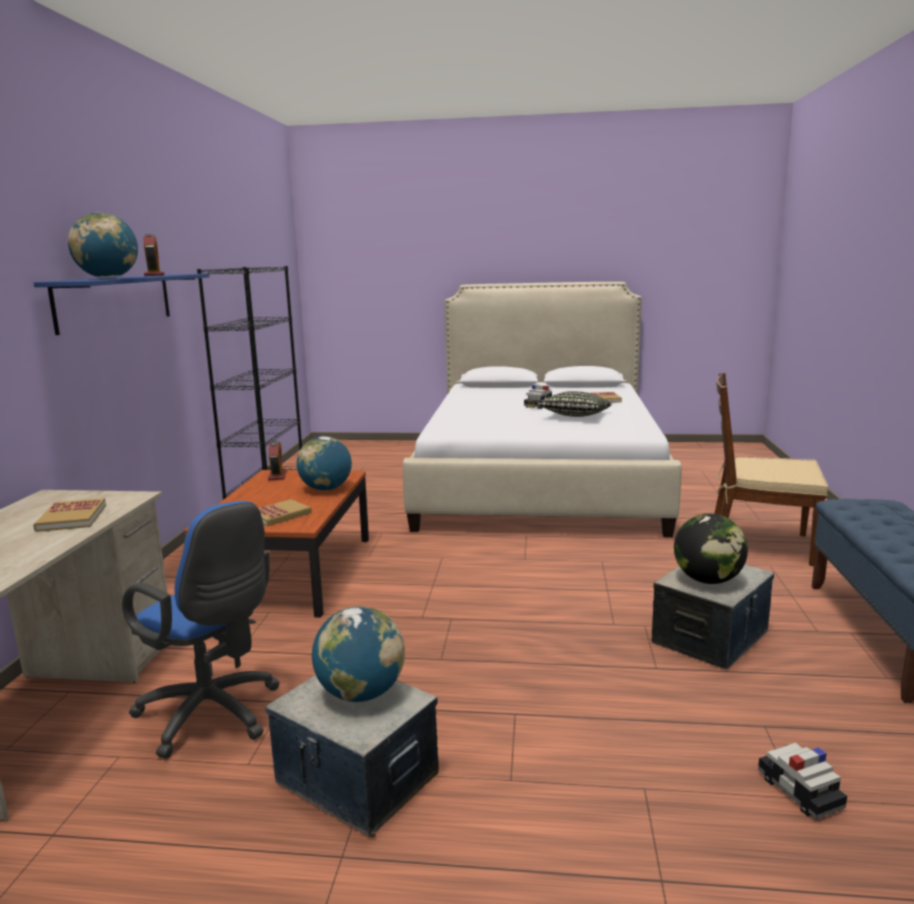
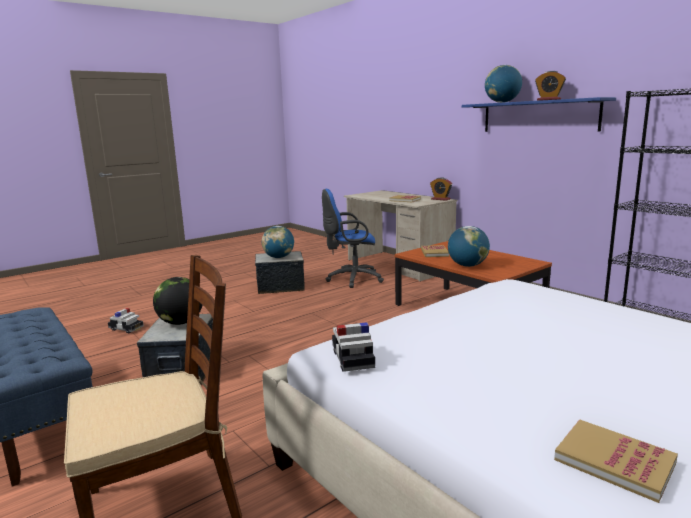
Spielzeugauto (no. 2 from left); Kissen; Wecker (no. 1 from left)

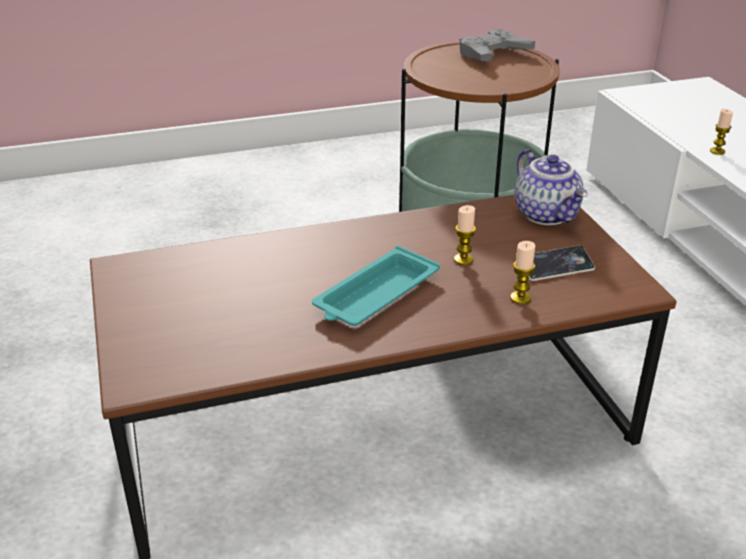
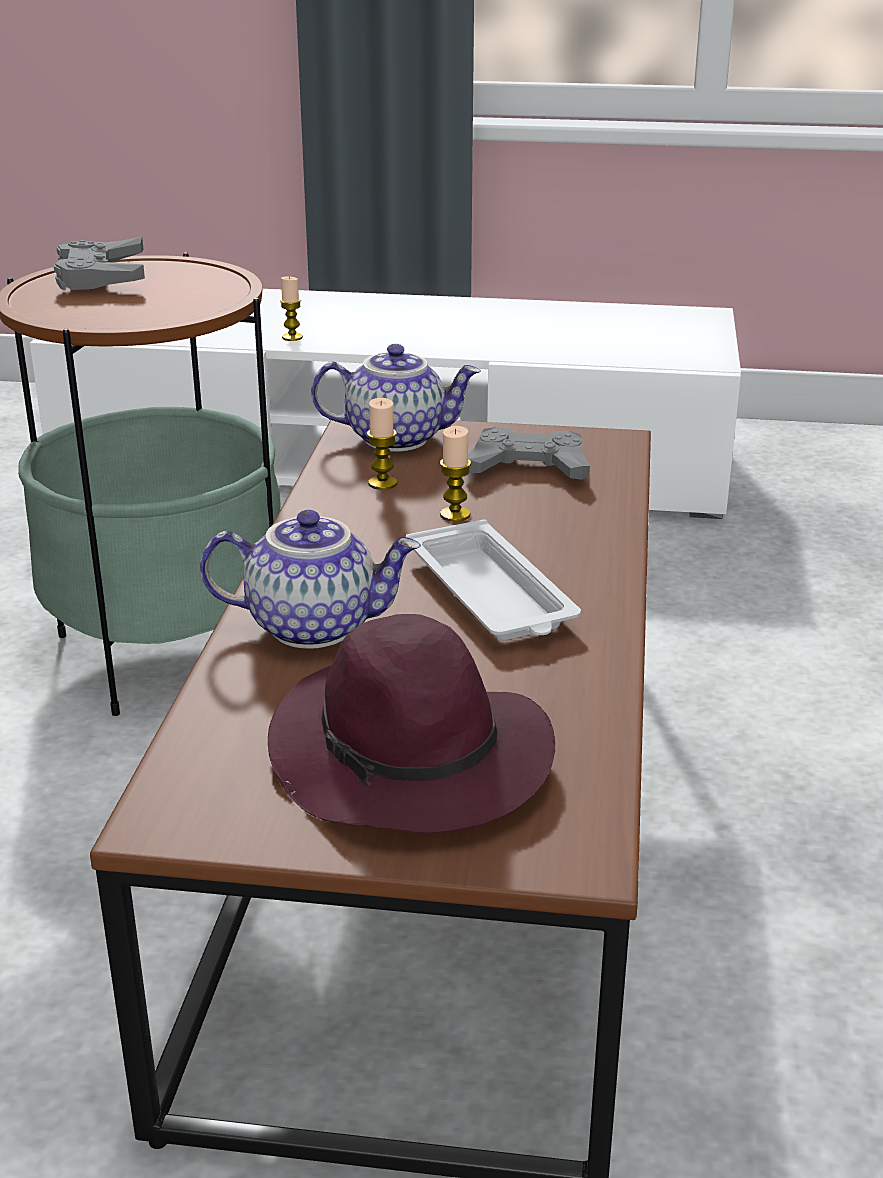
Kerze (no. 2 from left); Gamepad/grau (no. 2 from left); Tablett/weiß; Teekanne (no. 1 from left); Hut/lila

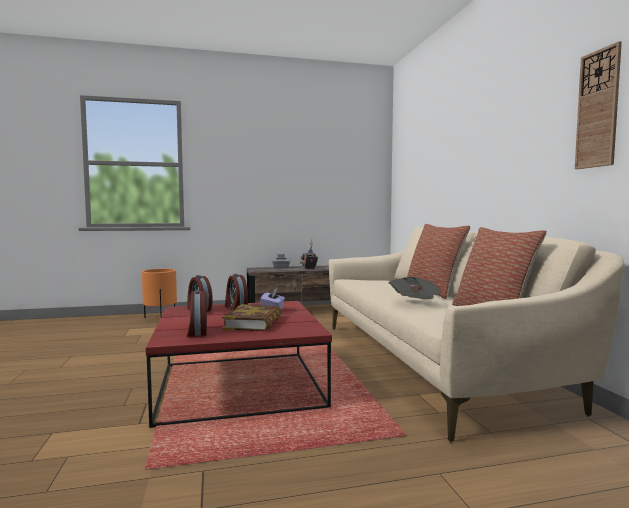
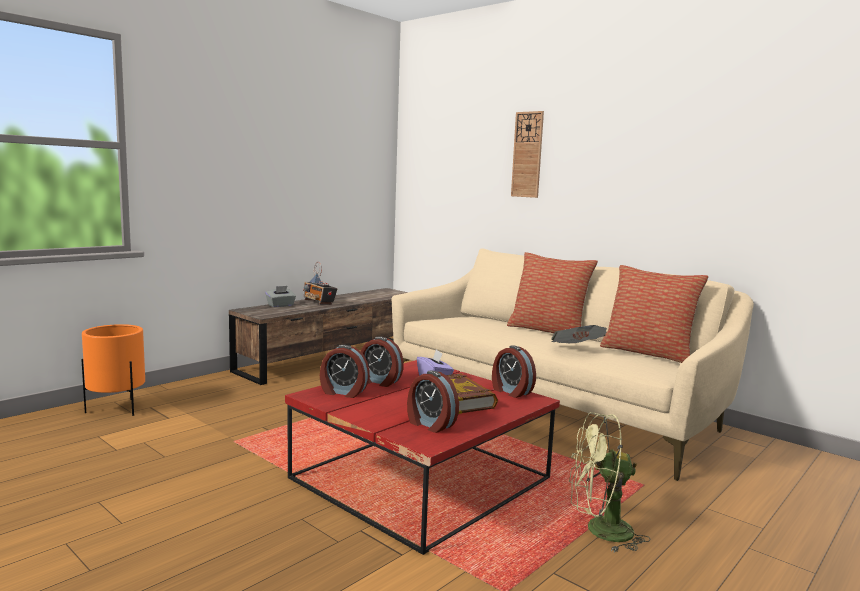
Wanduhr; Wecker (no. 4 from left); Ventilator/grün

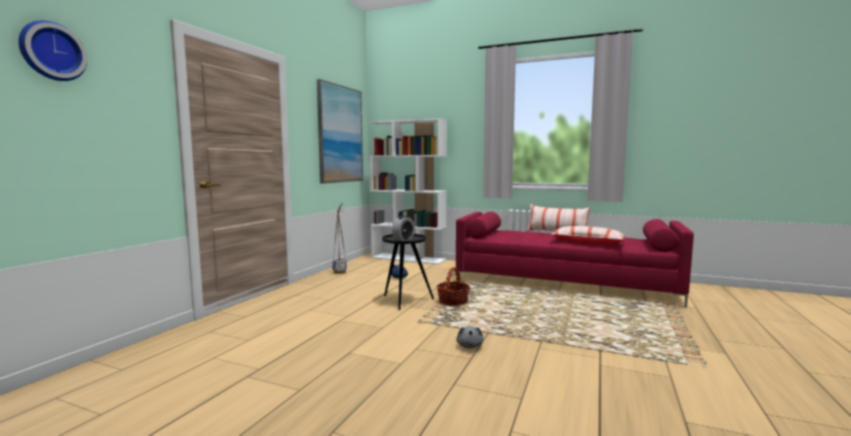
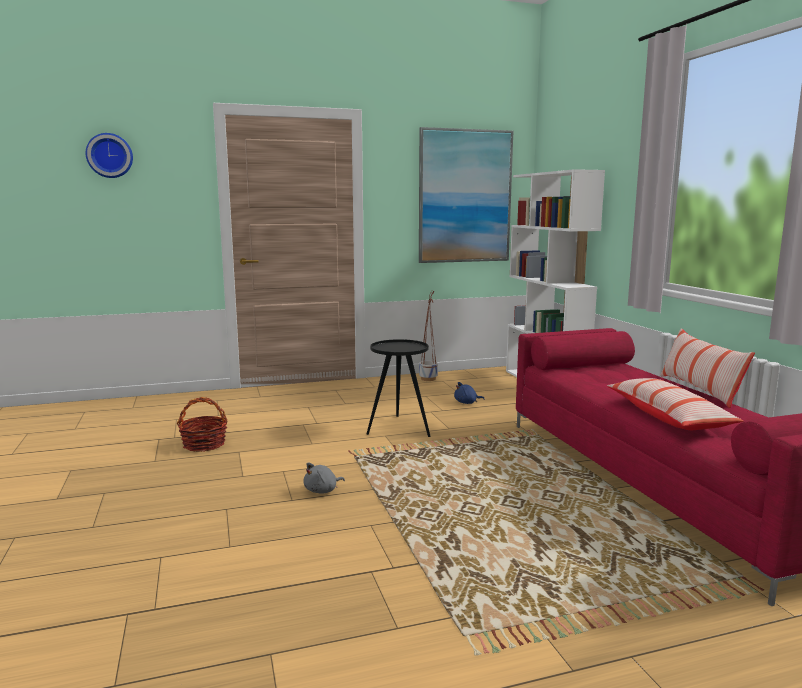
Wecker; Korb

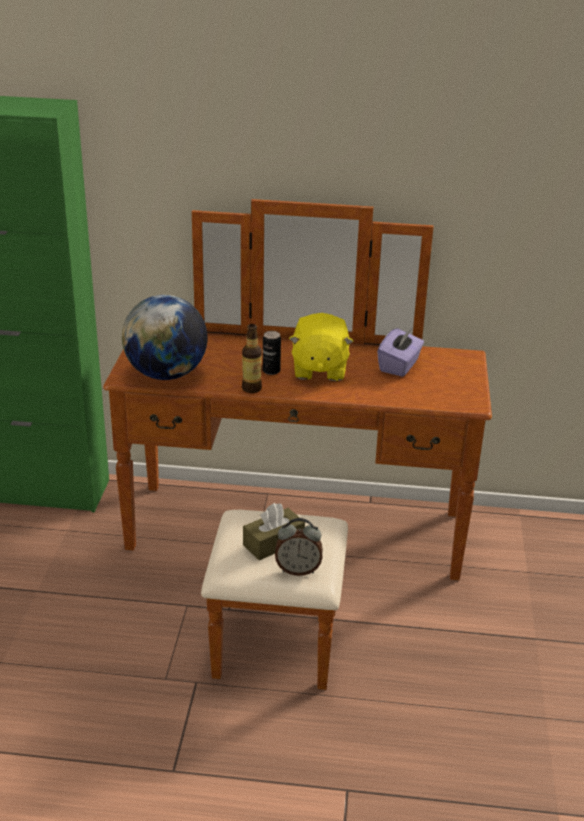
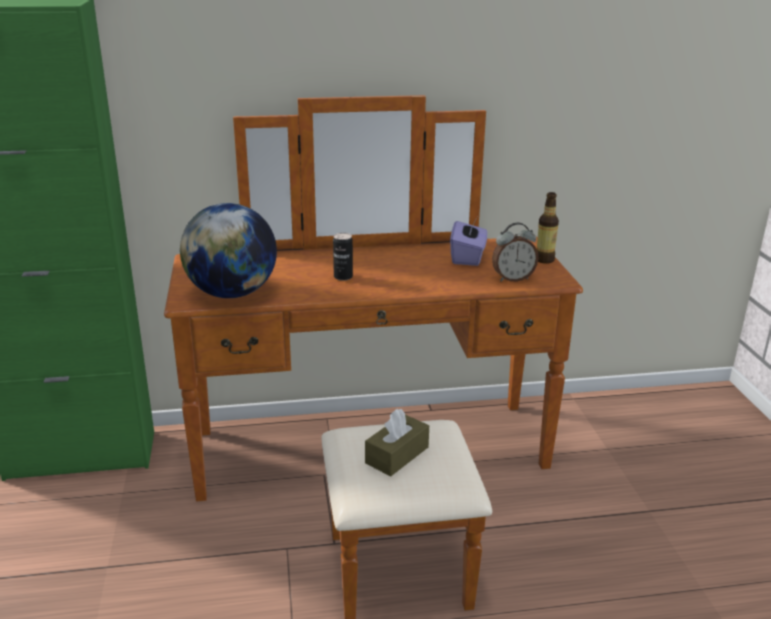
Plüschtier/gelb; Flasche; Wecker

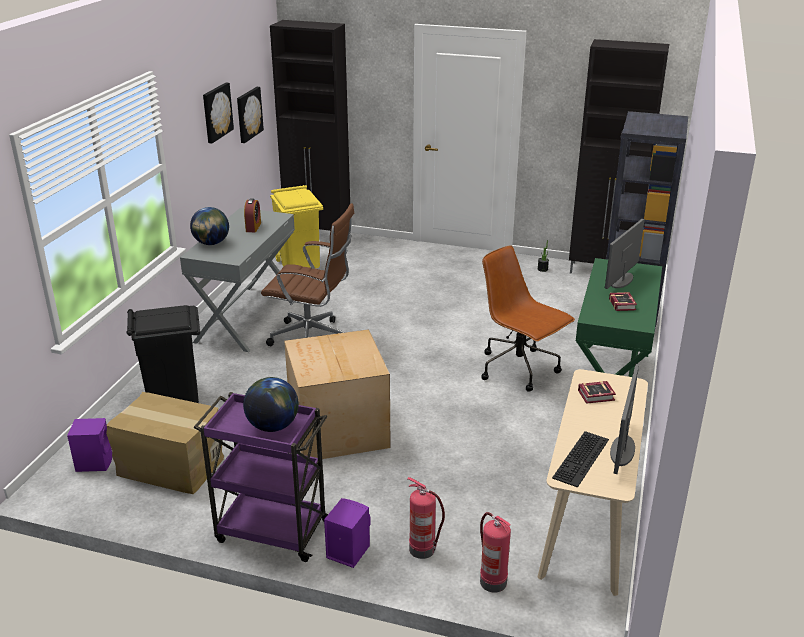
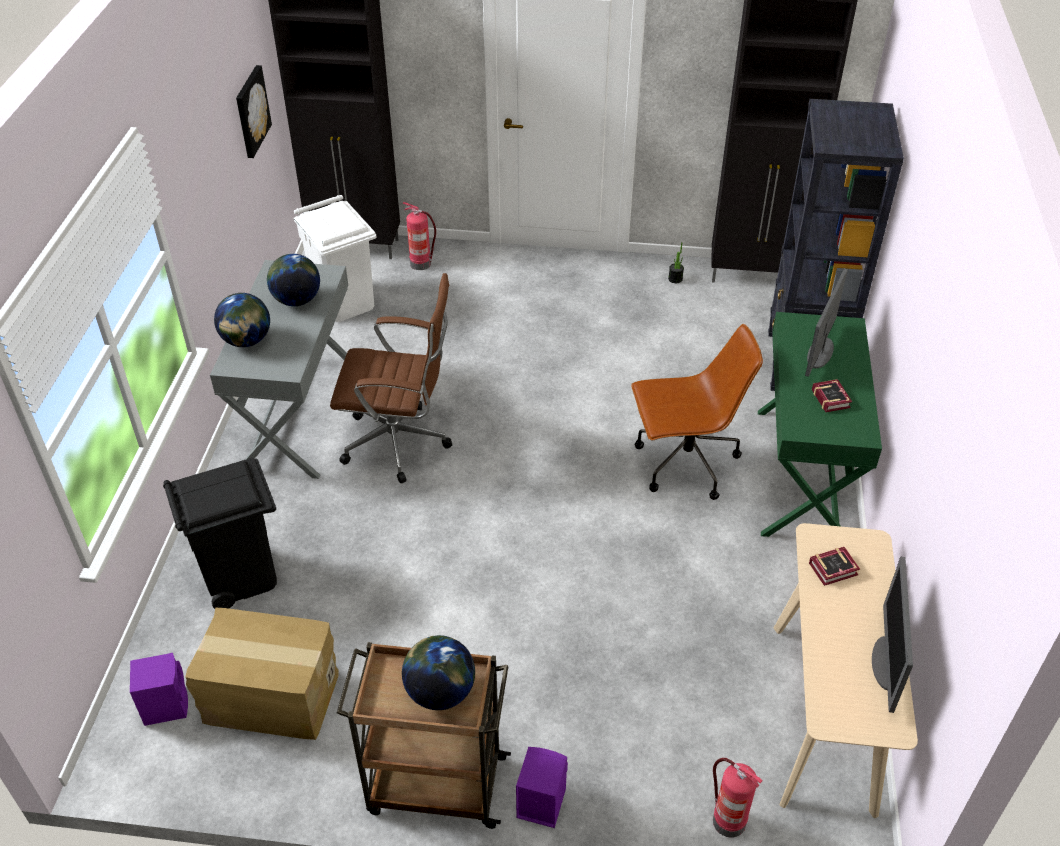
Bild (no. 1 from left in the first image); Mülleimer/weiß; Globus (no. 2 from left); Bürostuhl/braun (no. 2 from left); Karton (no. 2 from left in the first image); Rollwagen/braun; Tastatur; Feuerlöscher (no. 1 from left)

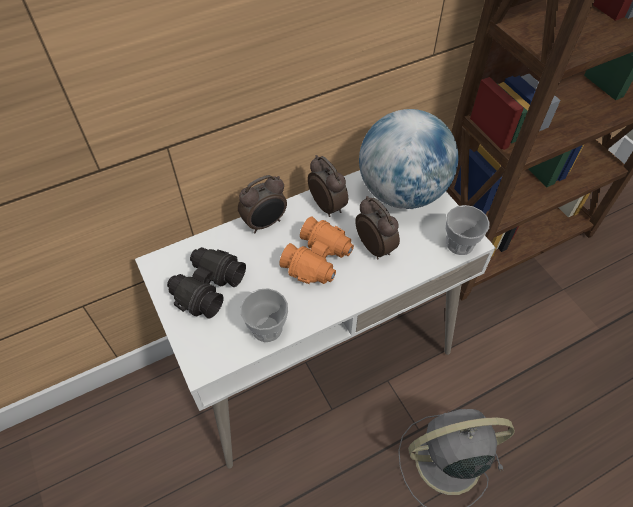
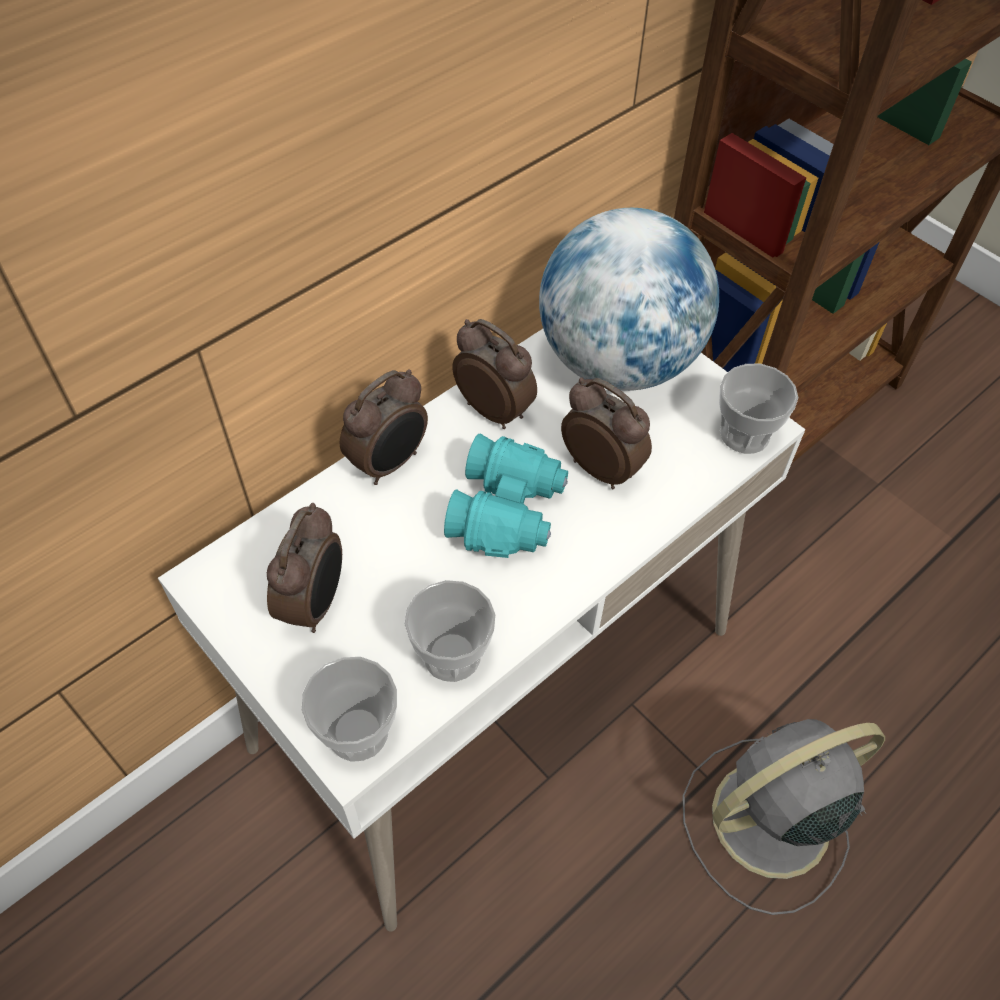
Fernglas/türkis; Wecker (no. 1 from left); Tasse (no. 1 from left)

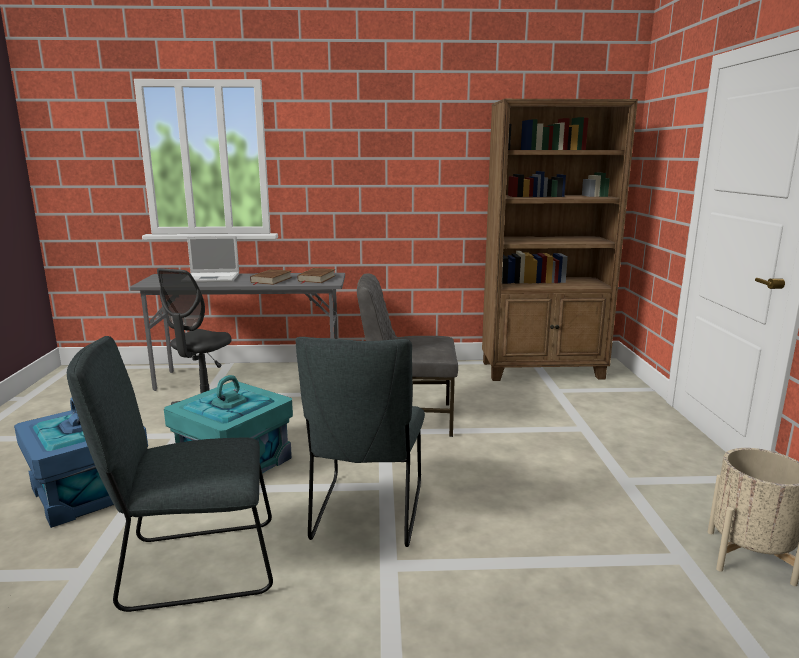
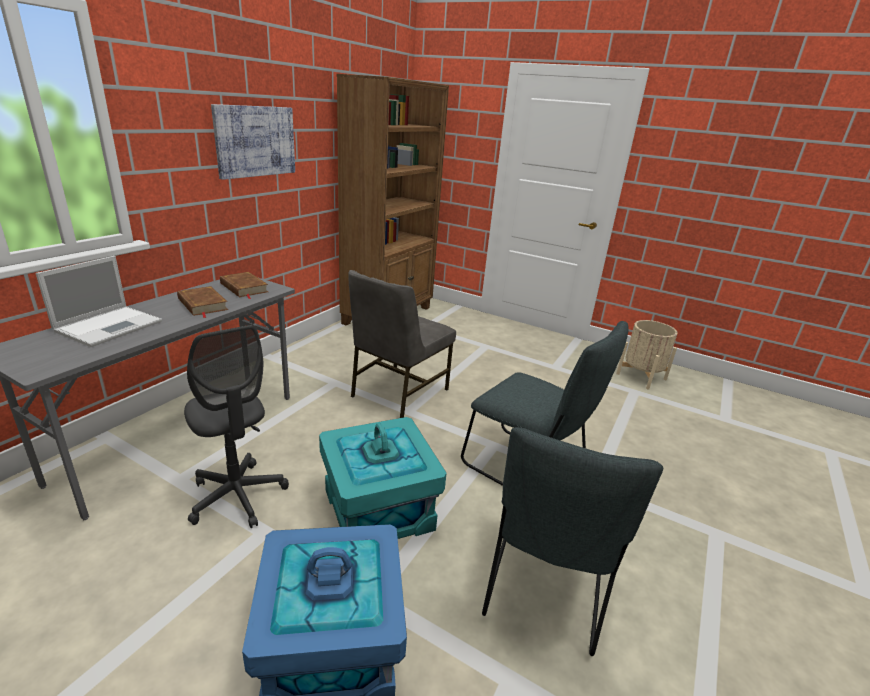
Bild

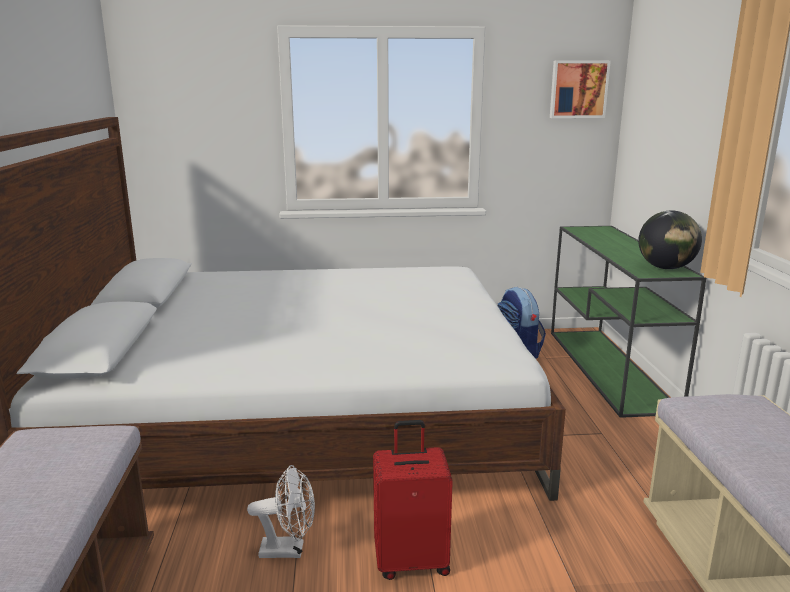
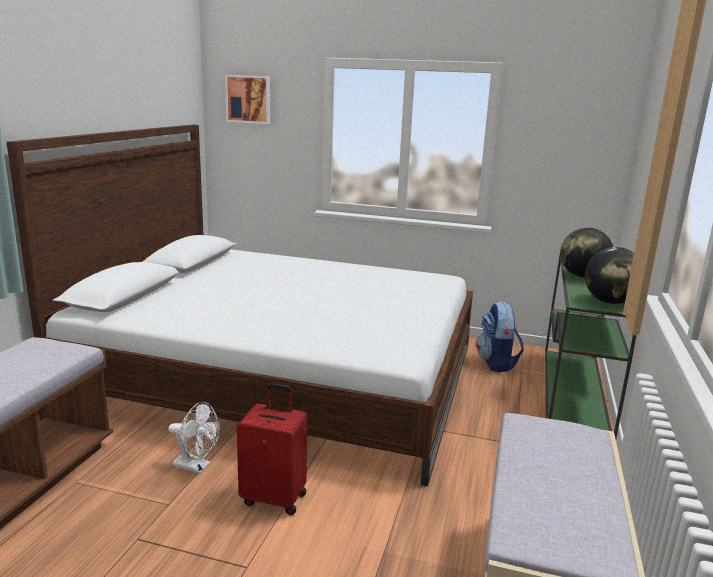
Bild; Globus (no. 1 from left)

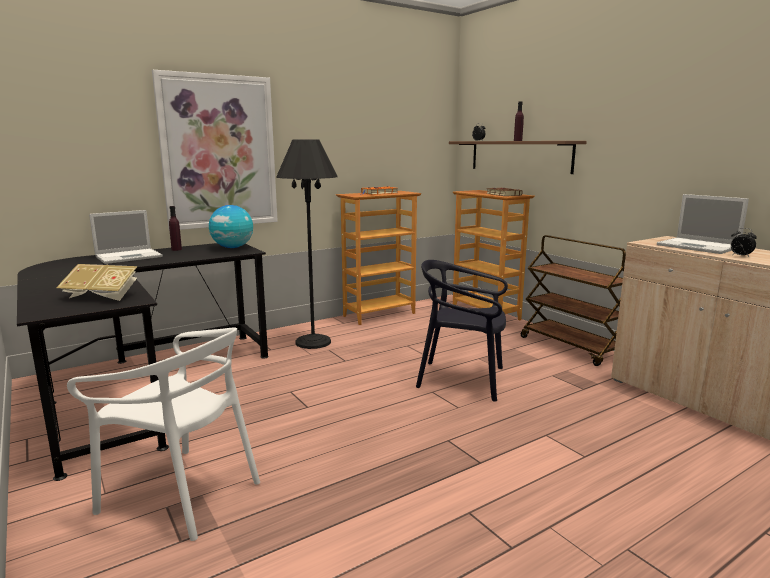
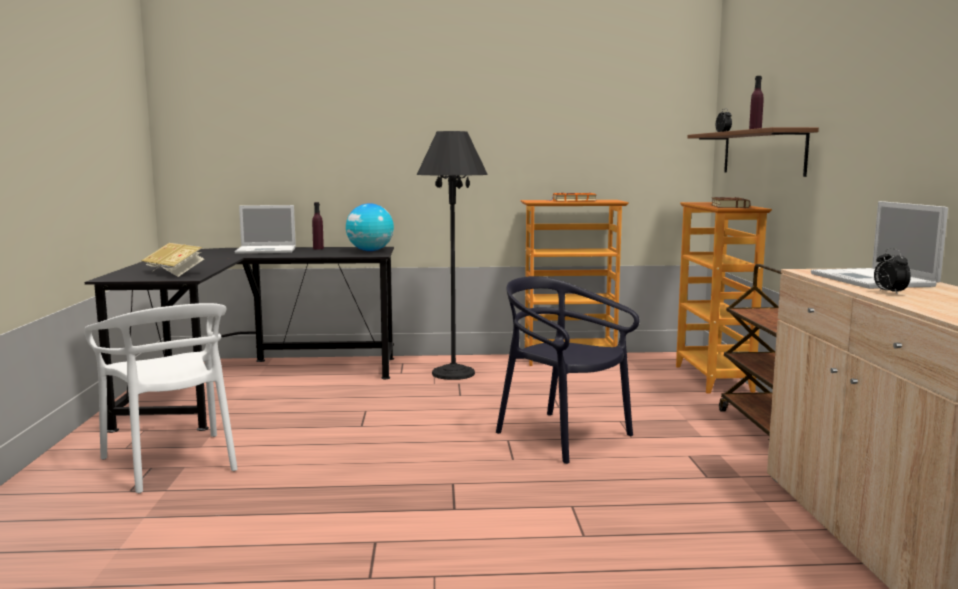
Bild

